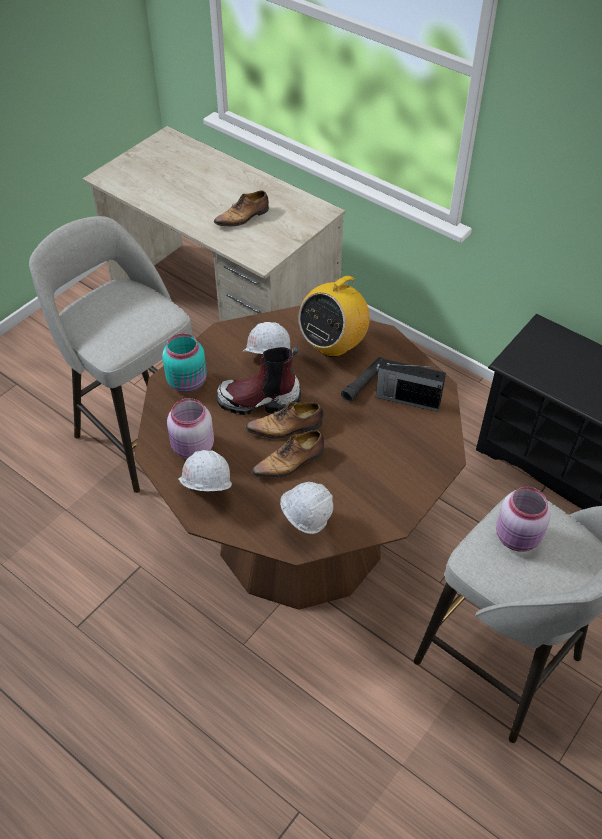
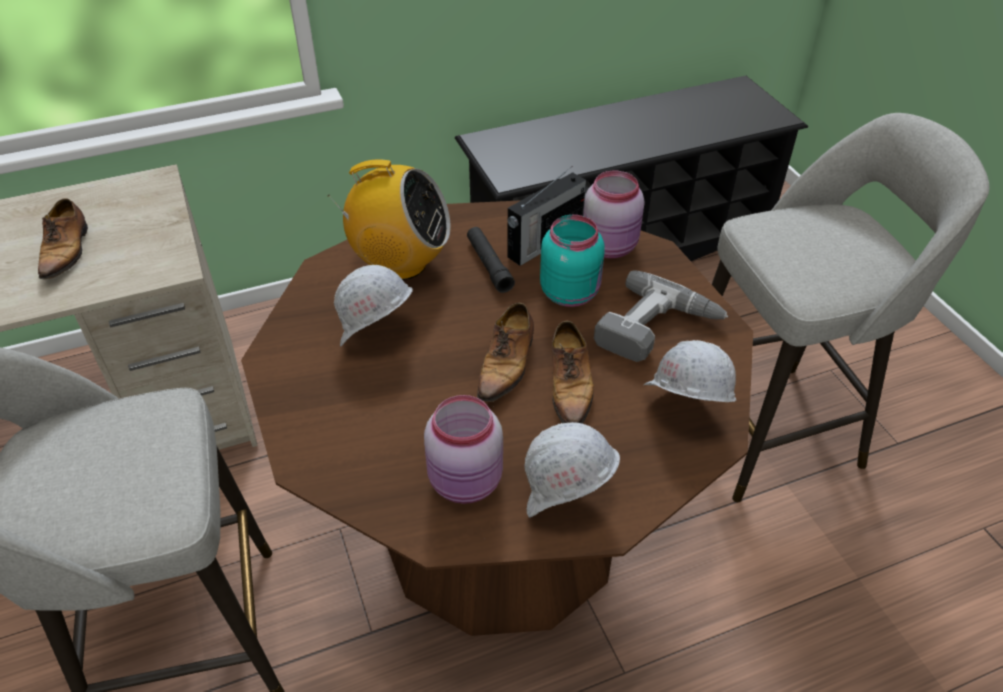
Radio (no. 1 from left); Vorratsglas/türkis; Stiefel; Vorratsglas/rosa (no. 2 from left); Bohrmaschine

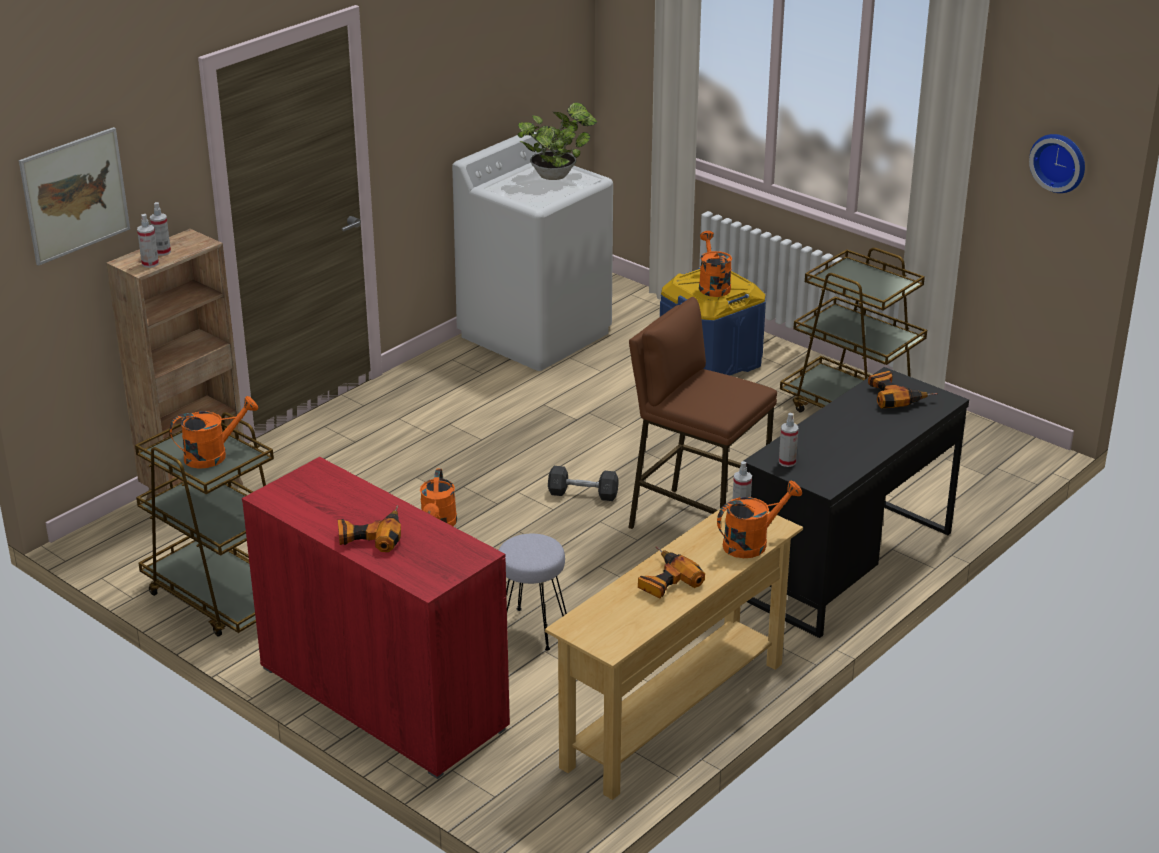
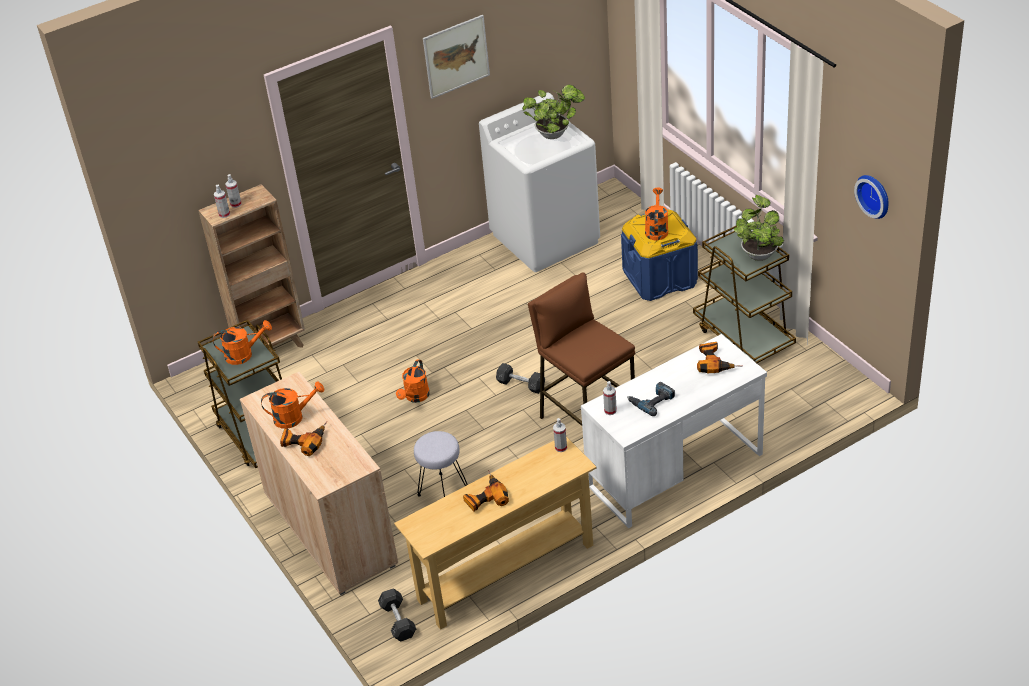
Bild; Schreibtisch/weiß; Schrank/beige; Gießkanne/orange (no. 2 from left); Topfpflanze (no. 2 from left); Bohrmaschine (no. 3 from left); Hantel/grau (no. 1 from left)

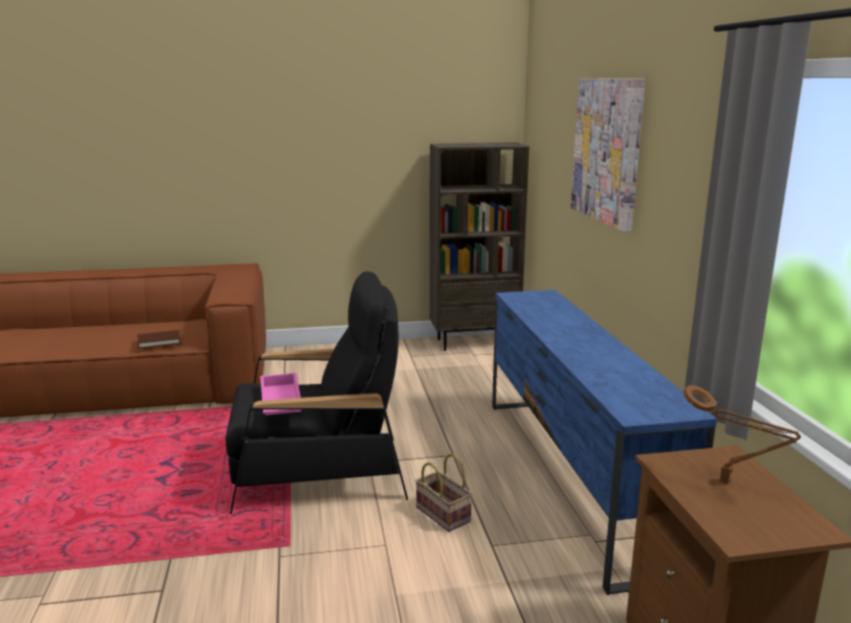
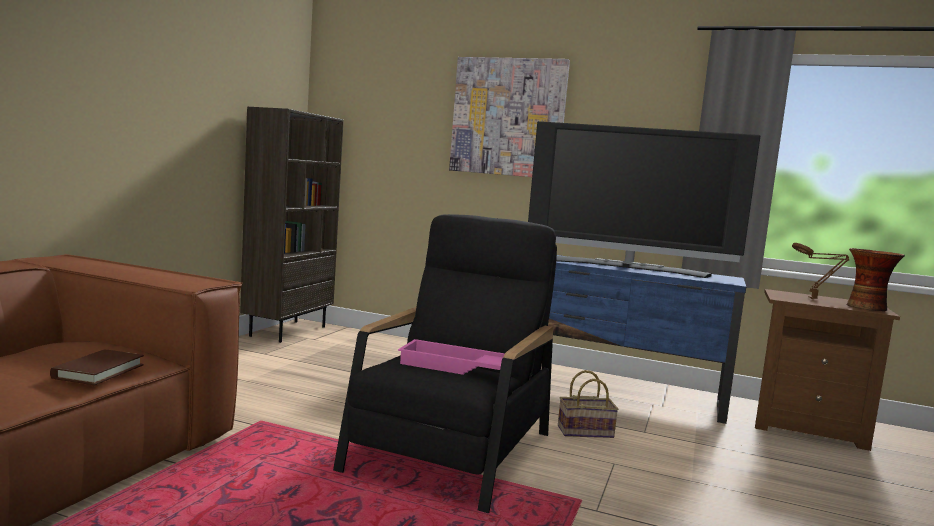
Fernseher; Vase

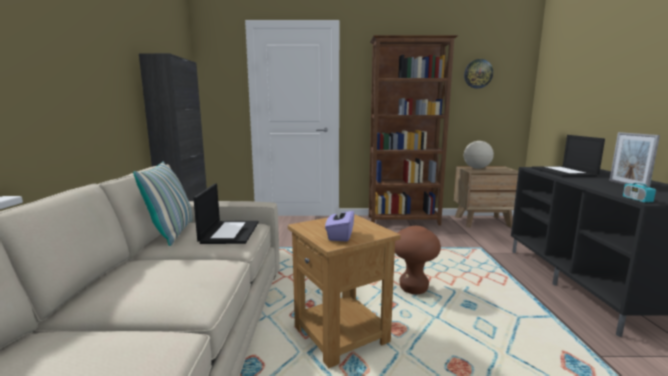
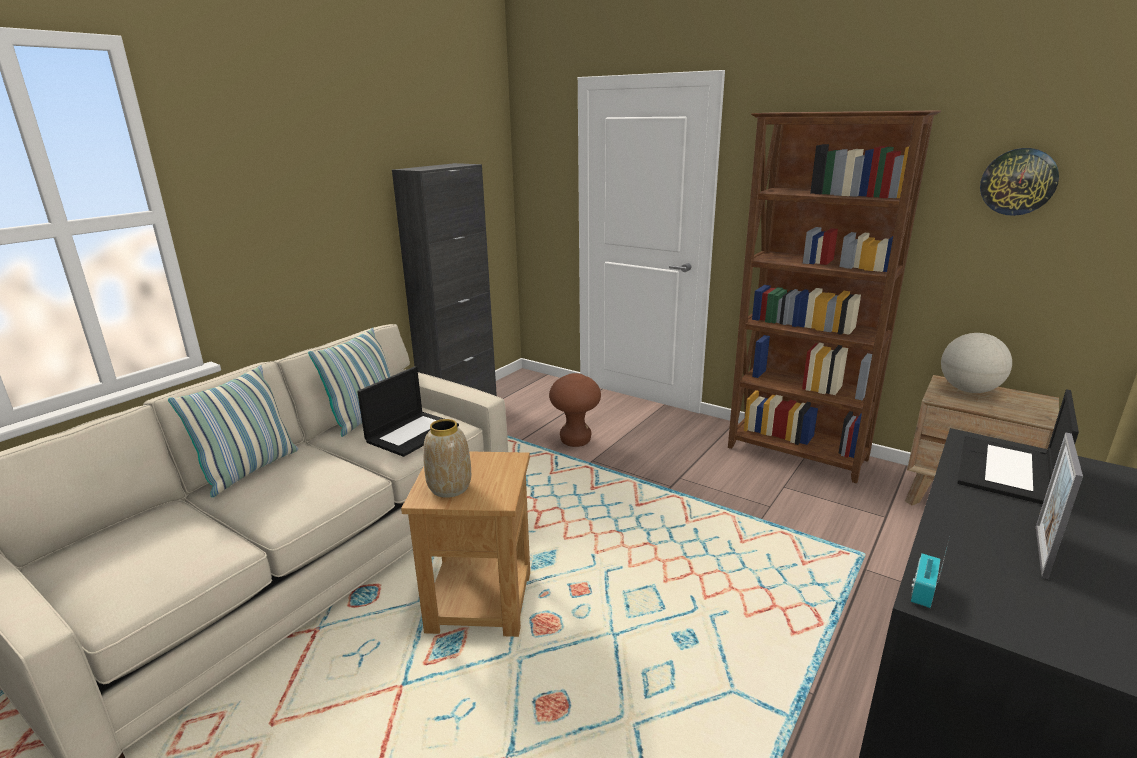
Vase; Hocker/braun; Kissen (no. 1 from left)

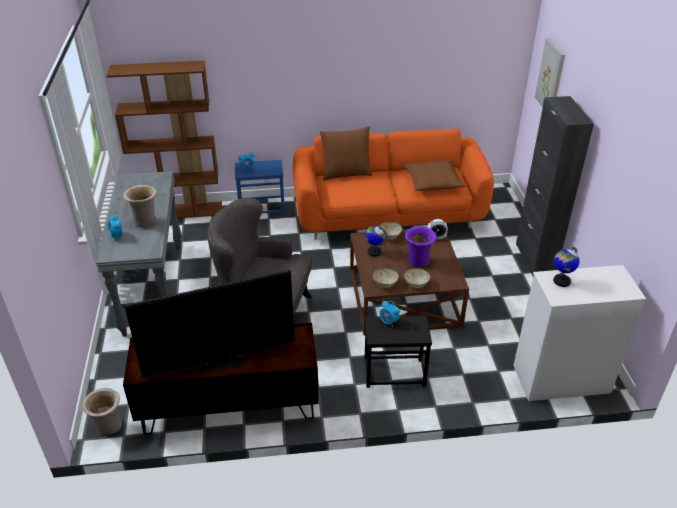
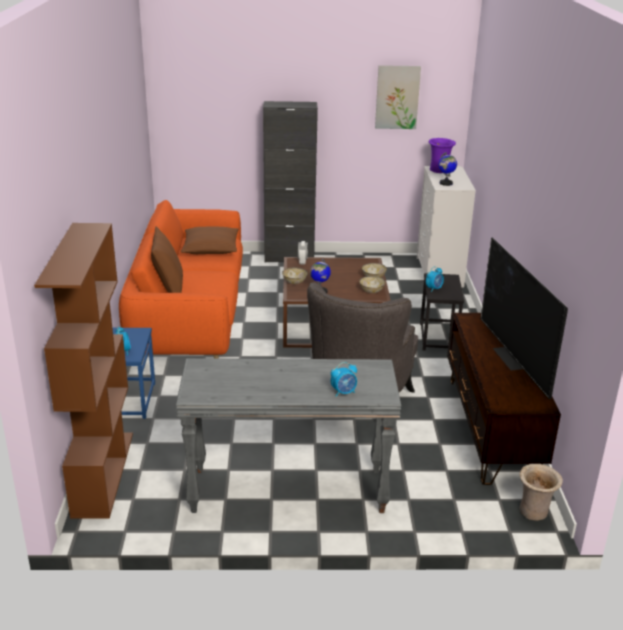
Bild; Vase/beige (no. 2 from left in the first image); Vase/lila

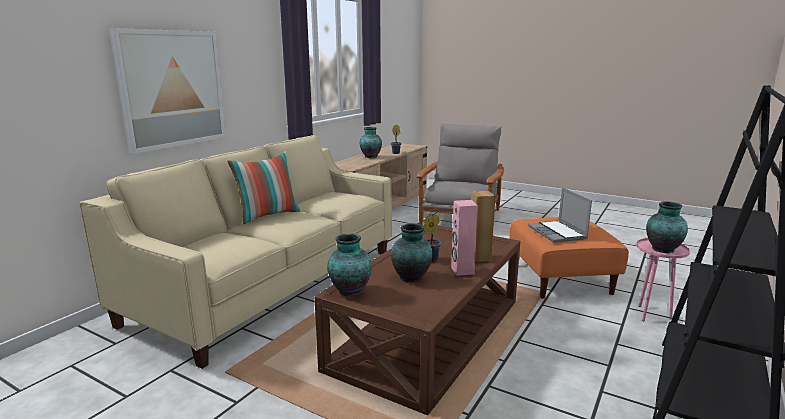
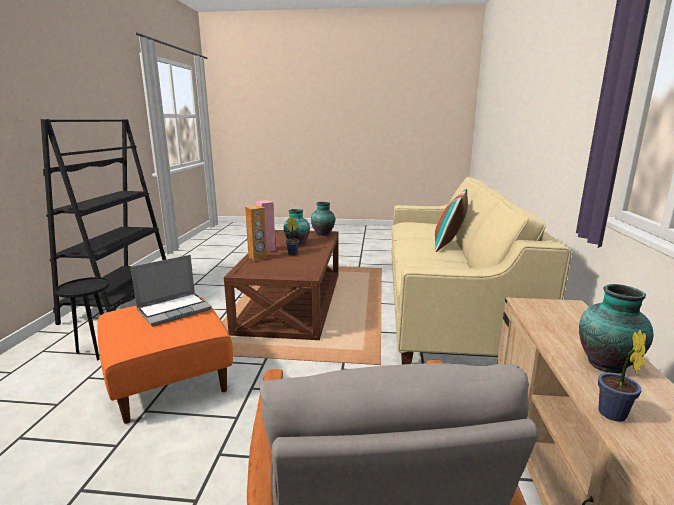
Bild; Laptop; Vase (no. 4 from left in the first image); Beistelltisch/schwarz

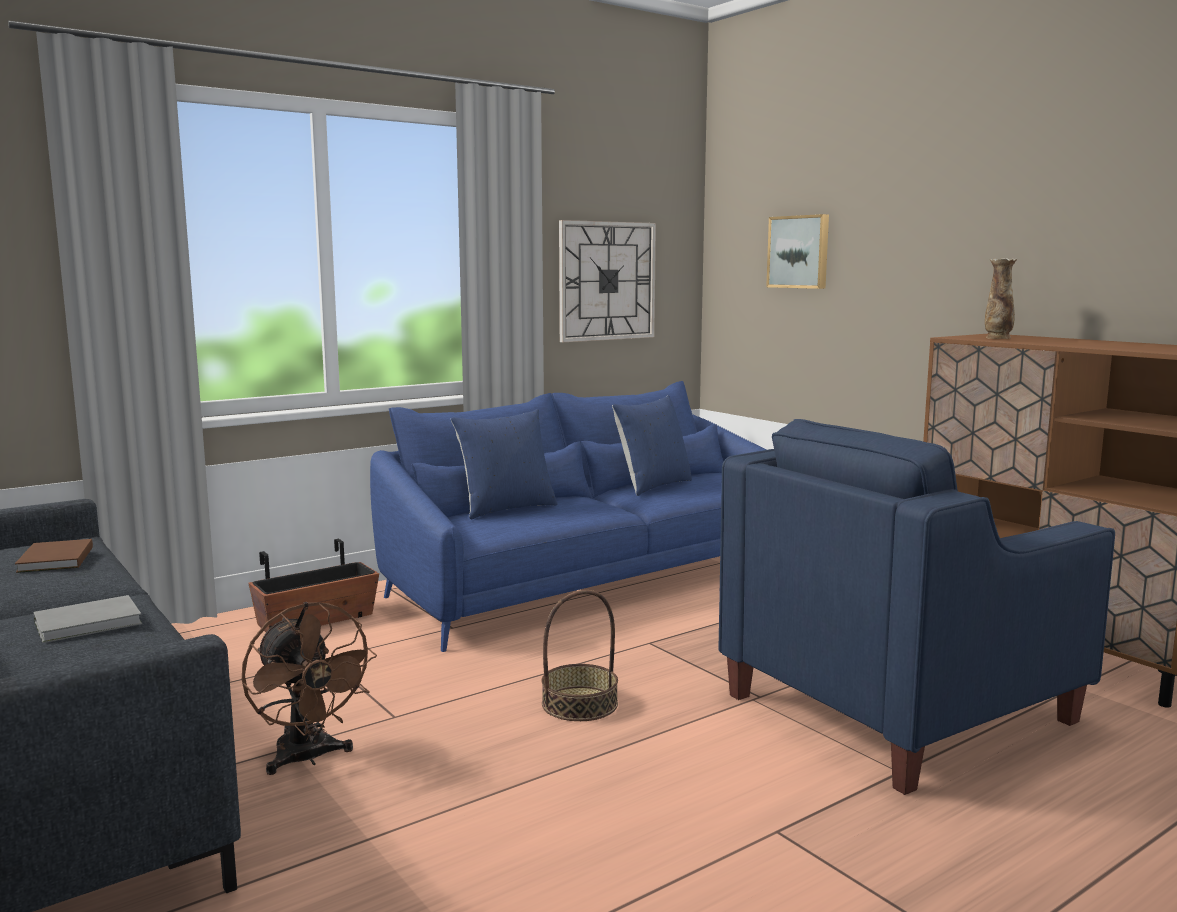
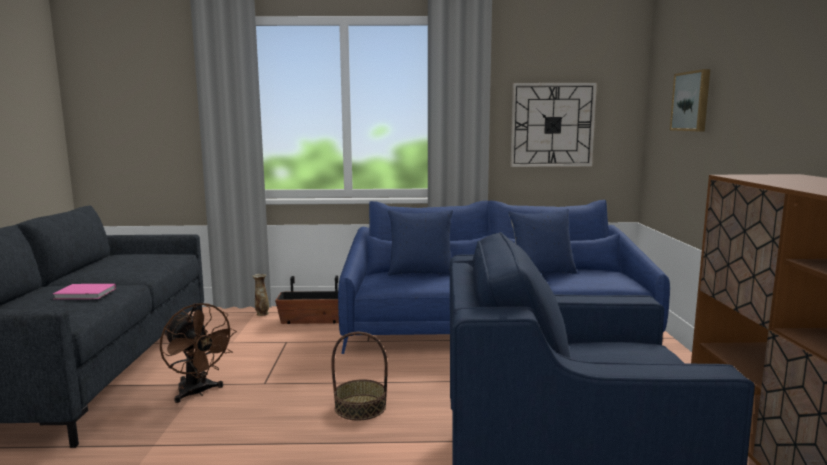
Vase; Buch/braun; Buch/rosa; Ventilator/braun

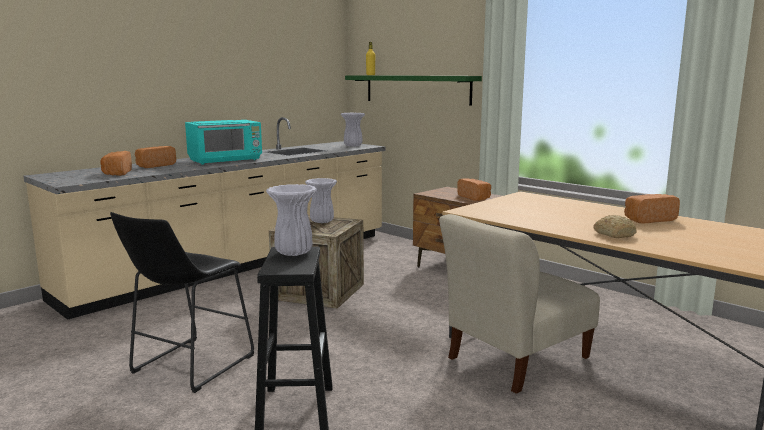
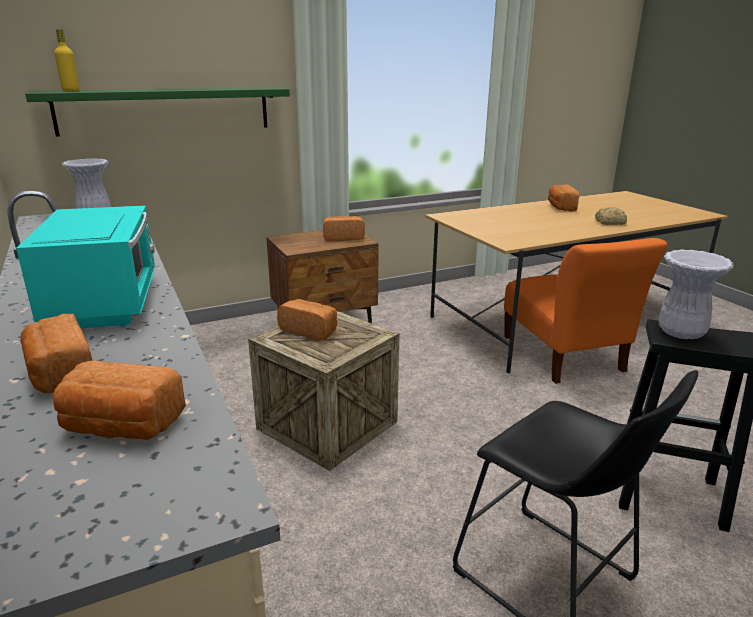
Brot (no. 3 from left); Stuhl/orange

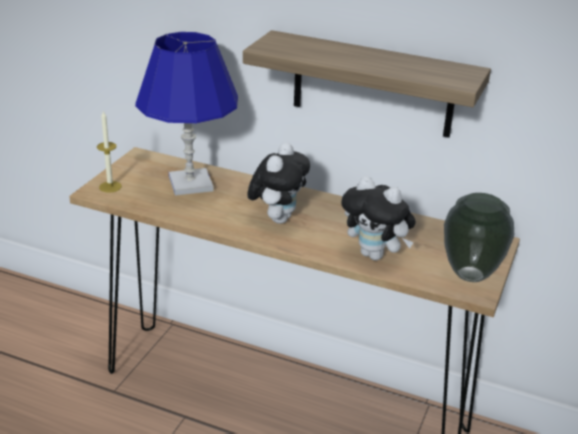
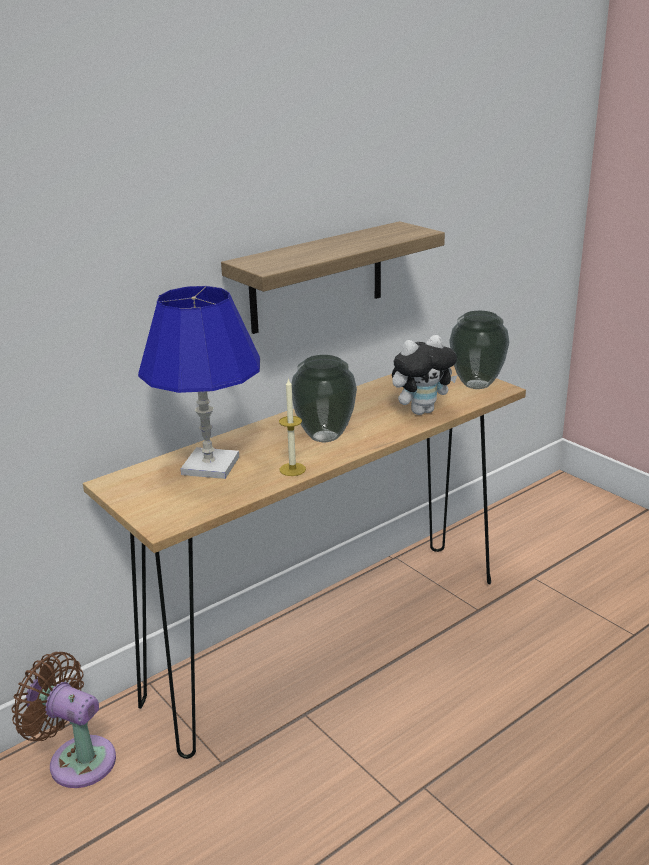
Kerze; Vase (no. 1 from left); Ventilator/braun

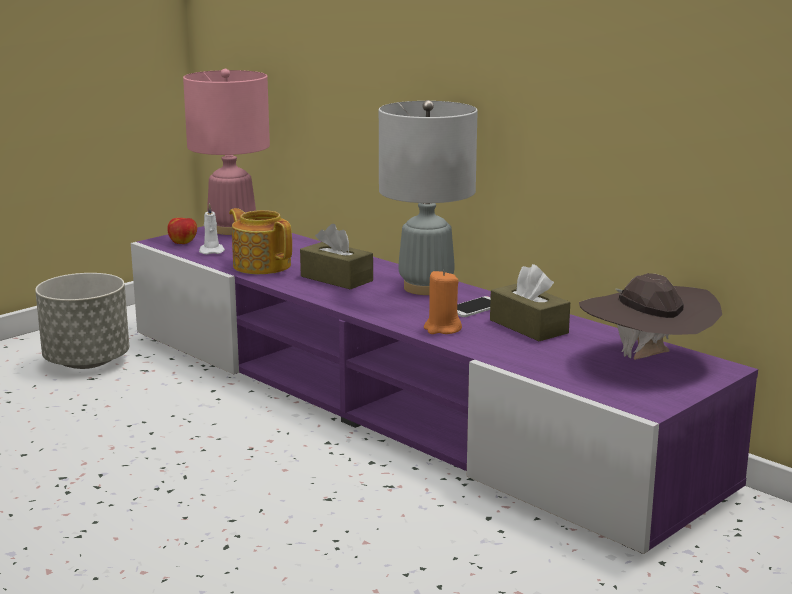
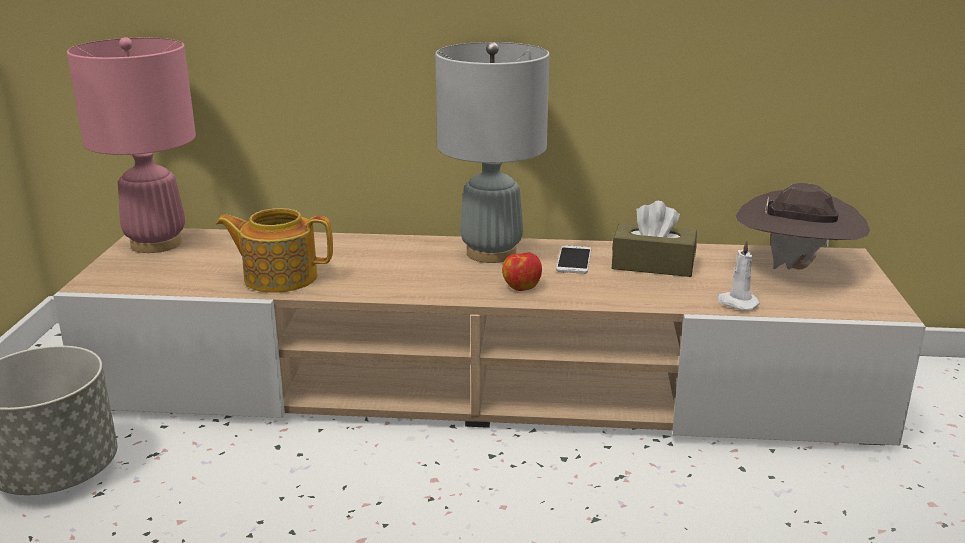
Kerze/weiß; Apfel; Taschentuchbox/braun (no. 1 from left in the first image); Fernsehschrank/beige; Kerze/orange

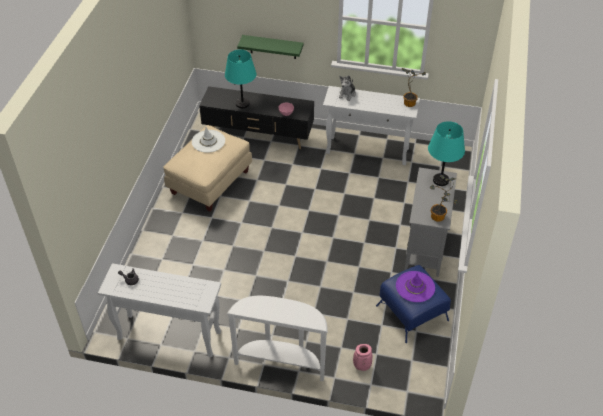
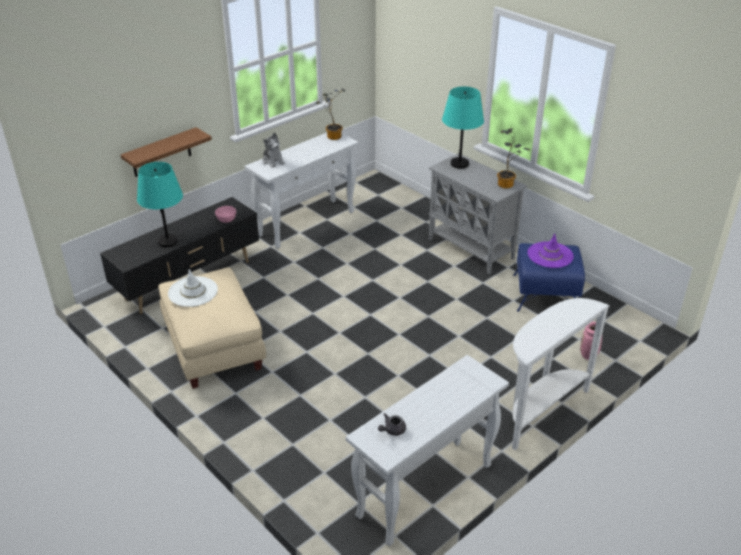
Wandregal/braun

